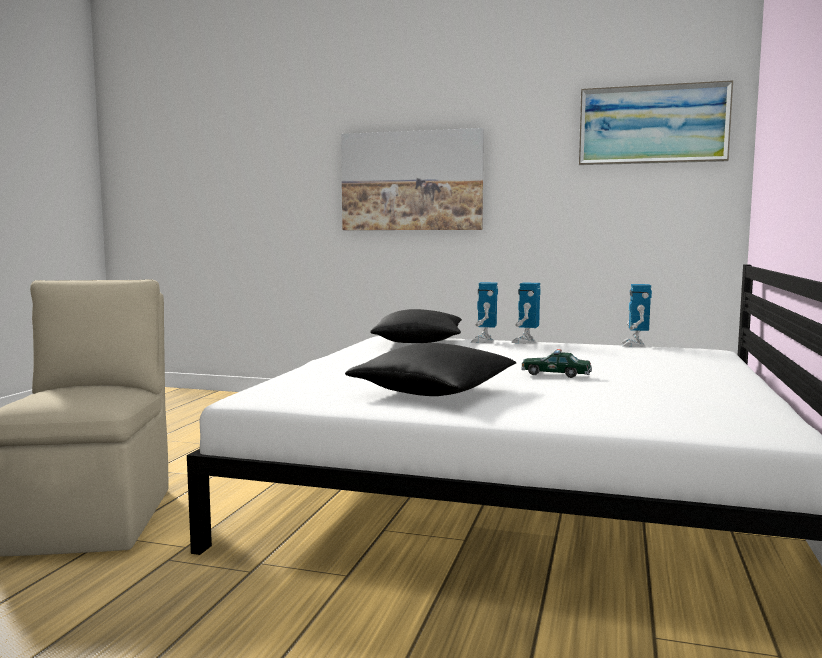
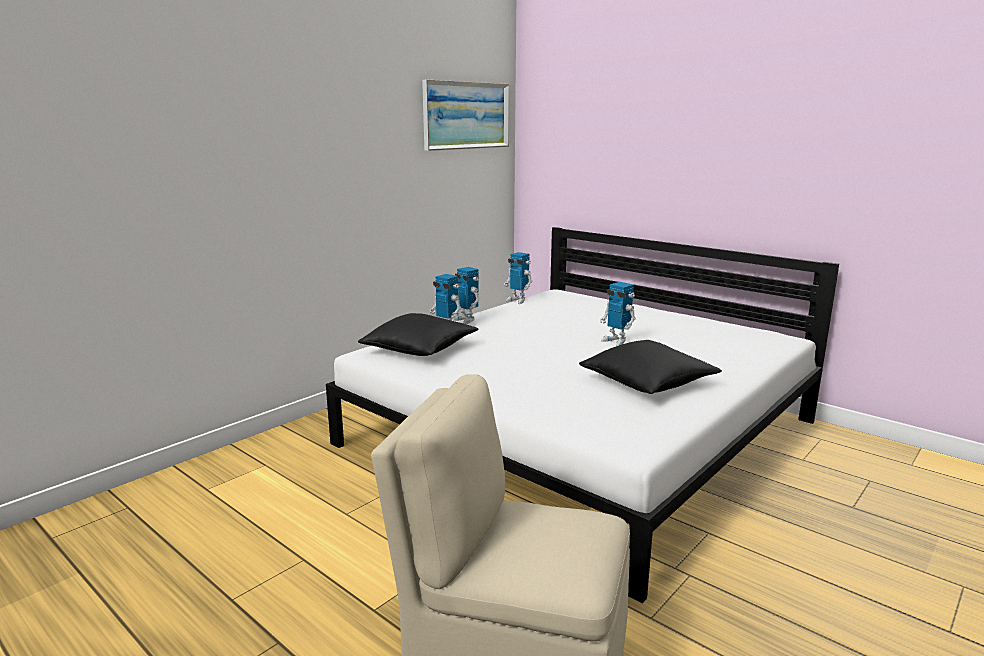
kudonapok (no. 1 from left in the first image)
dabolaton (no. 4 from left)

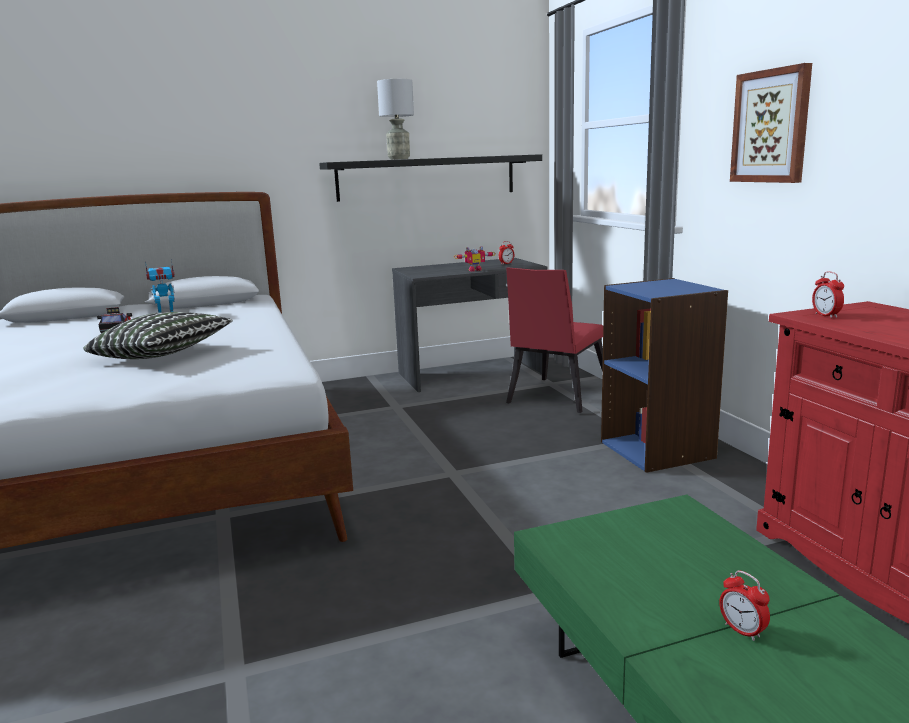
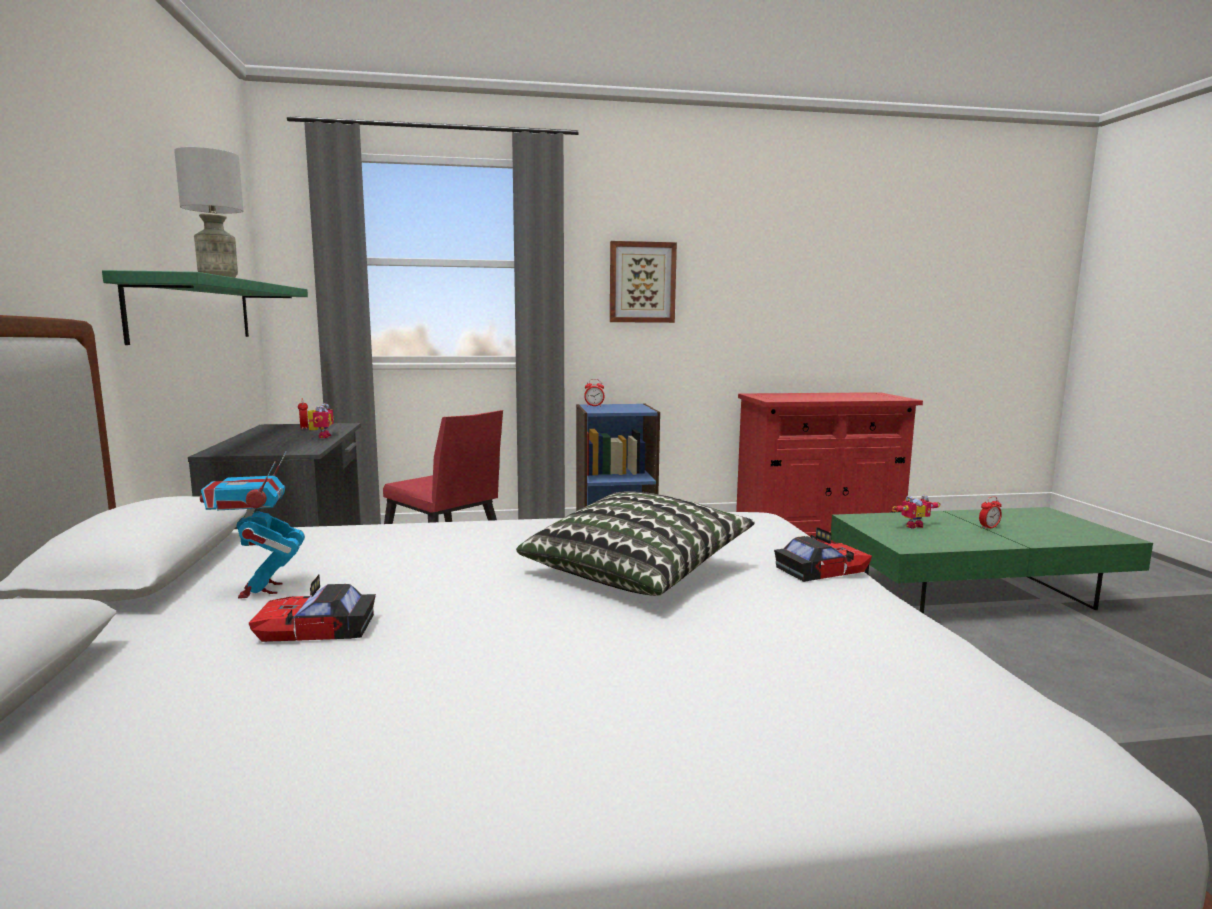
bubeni (no. 2 from left)
dabolaton (no. 3 from left)
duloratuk (no. 2 from left)
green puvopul

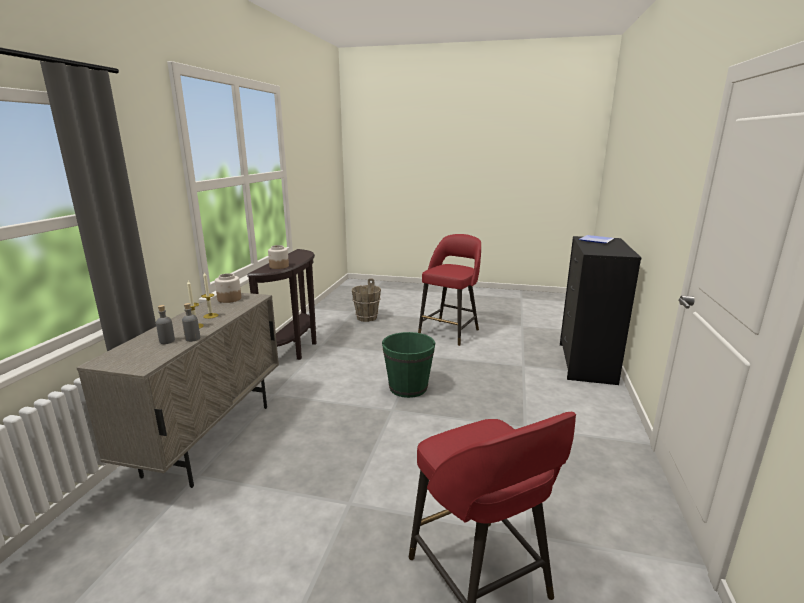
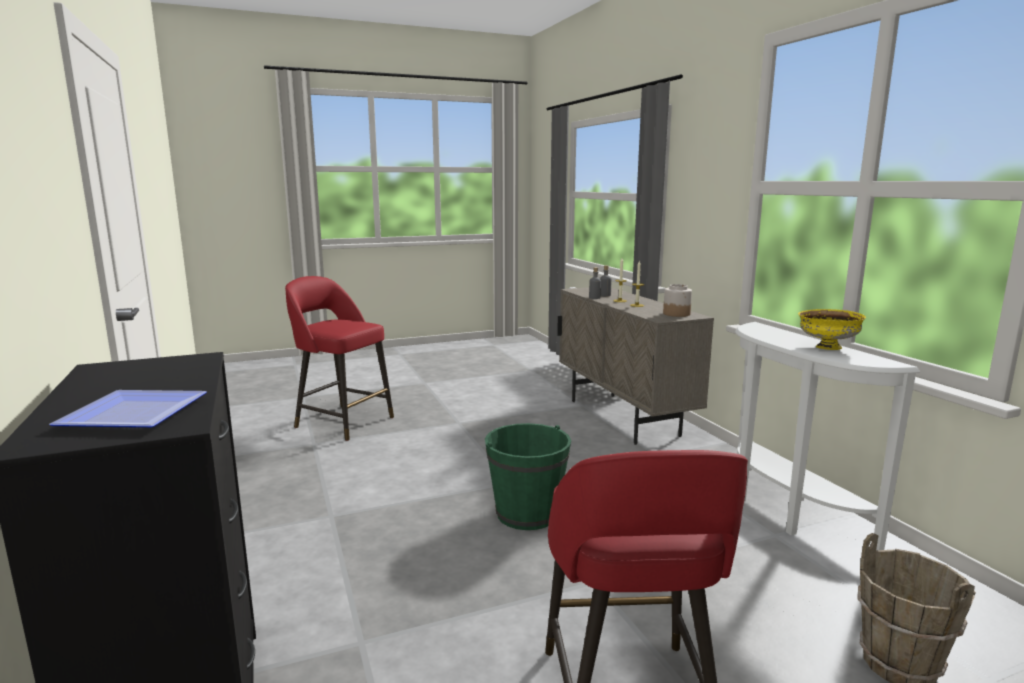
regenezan (no. 2 from left in the first image)
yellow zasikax
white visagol

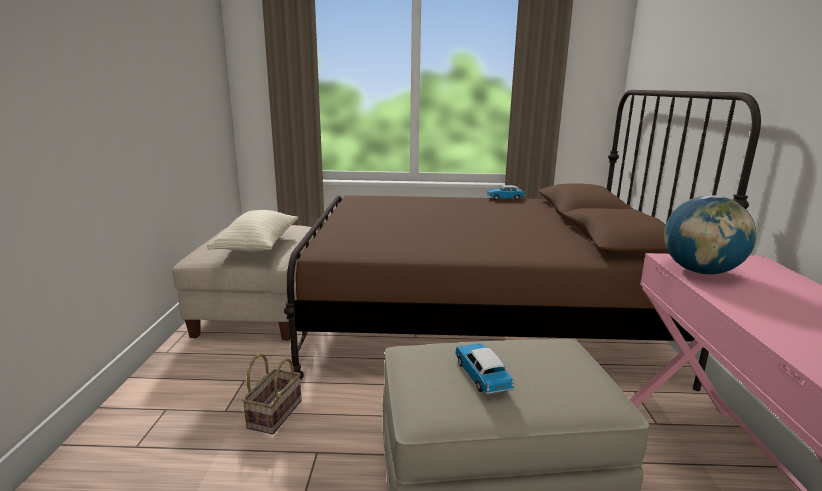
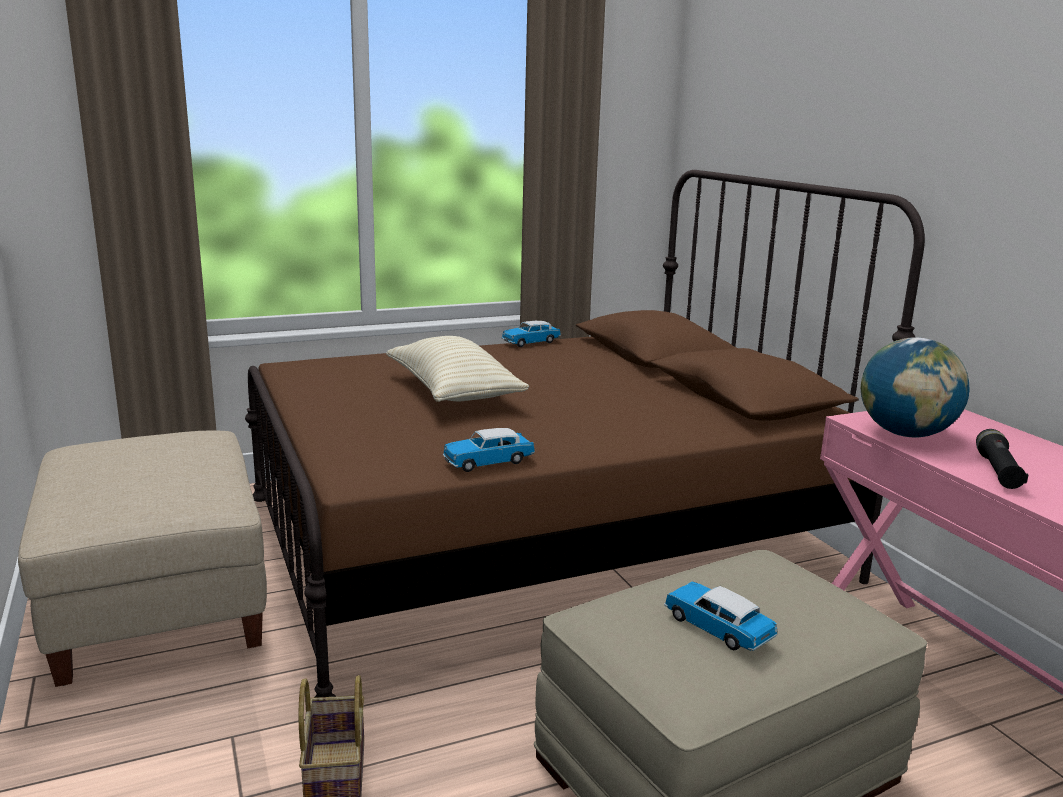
bubeni (no. 1 from left)
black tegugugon
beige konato

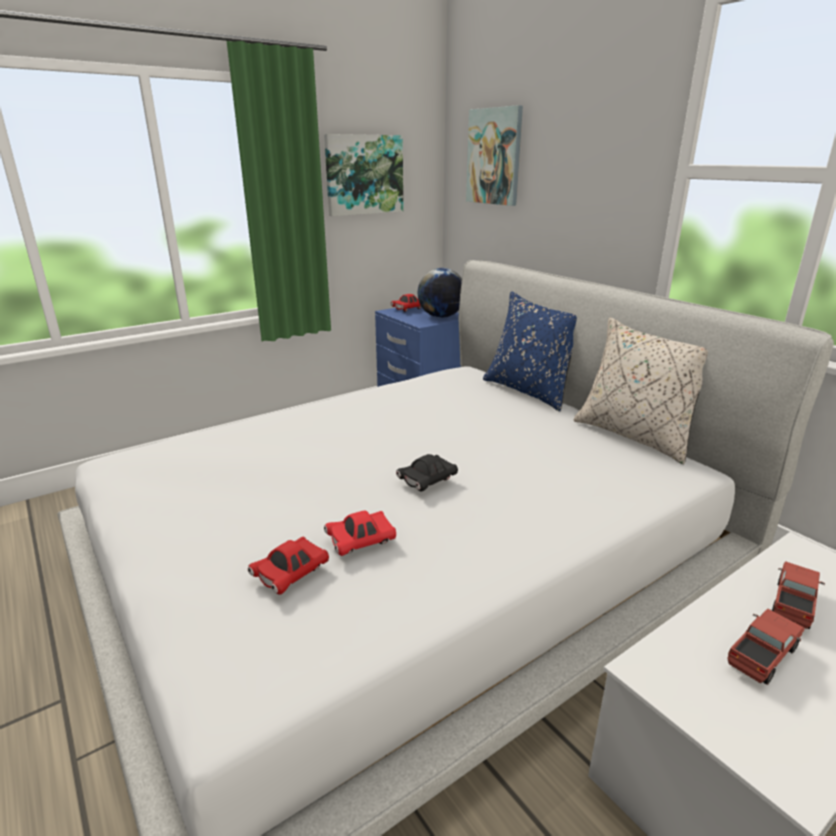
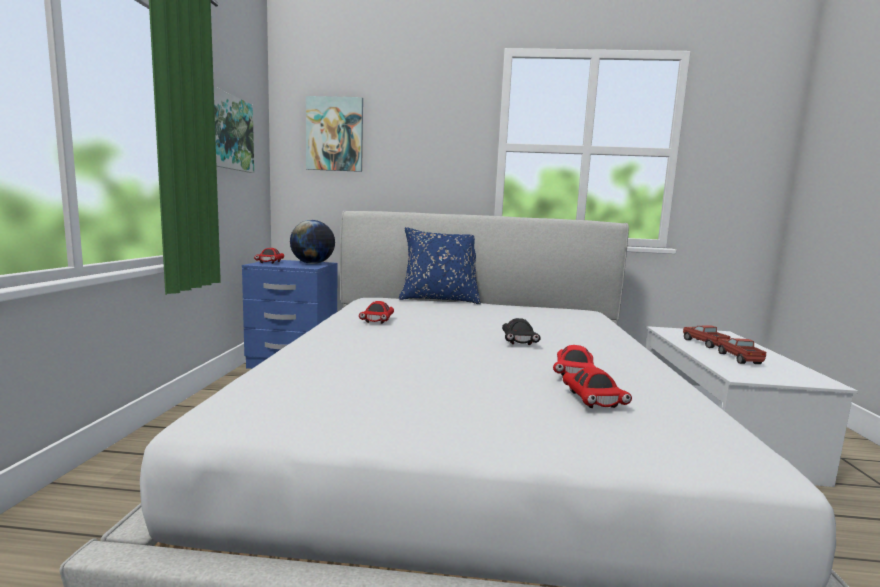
beige konato
red bubeni (no. 2 from left)

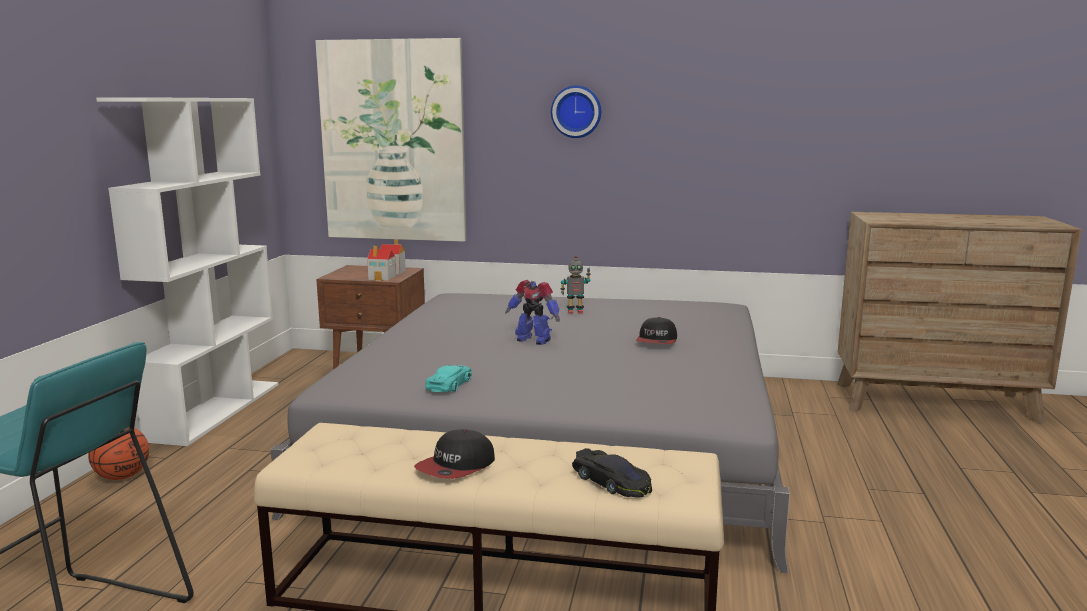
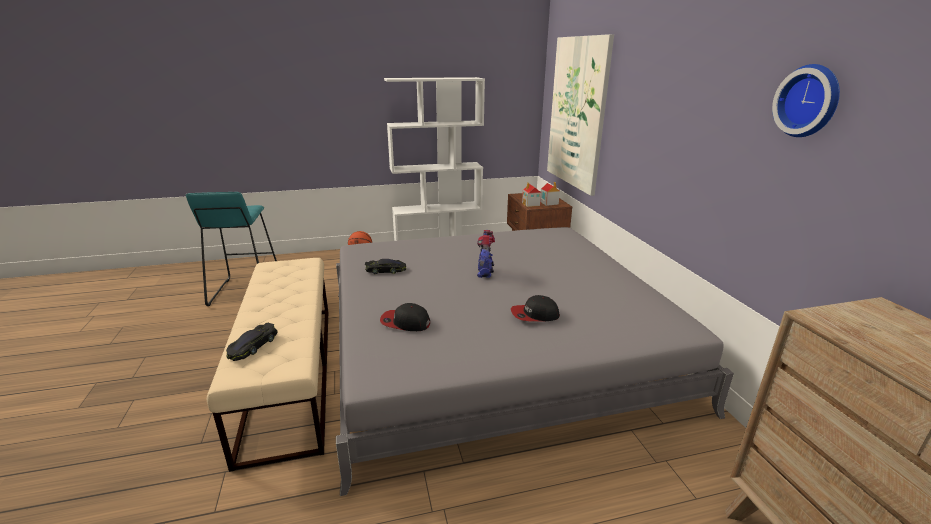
dabolaton (no. 2 from left in the first image)
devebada (no. 1 from left)
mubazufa
black bubeni (no. 2 from left)

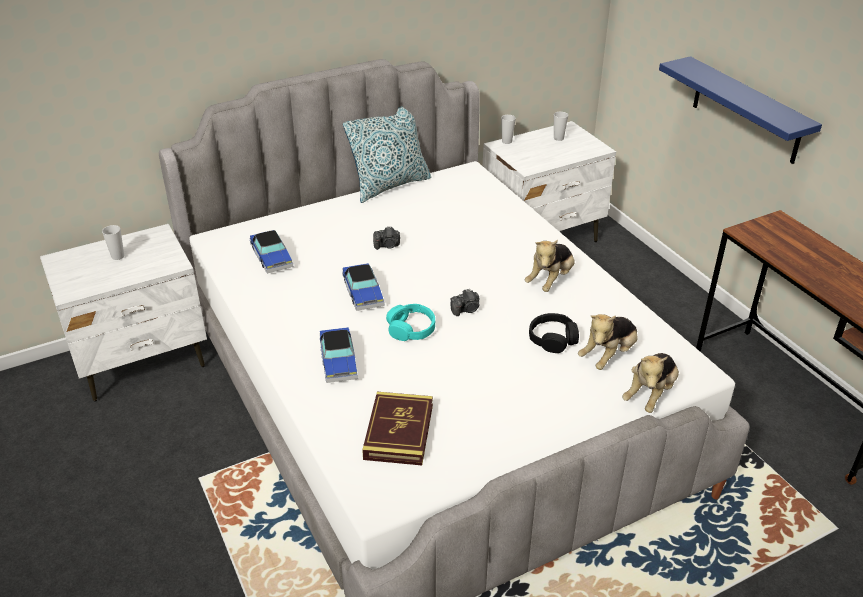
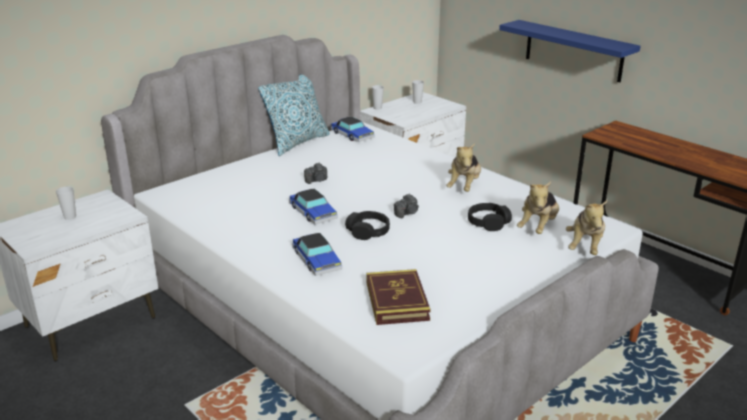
bubeni (no. 3 from left)
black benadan (no. 1 from left)

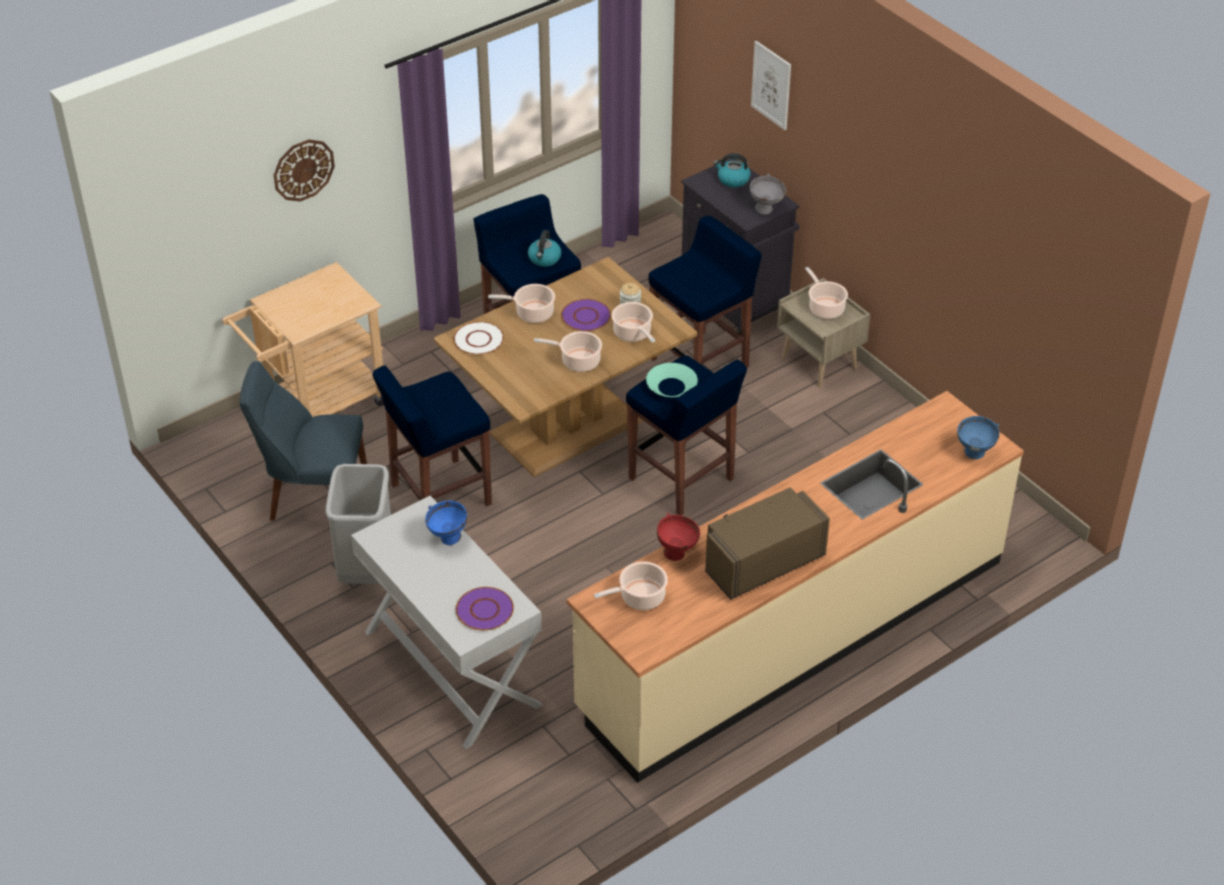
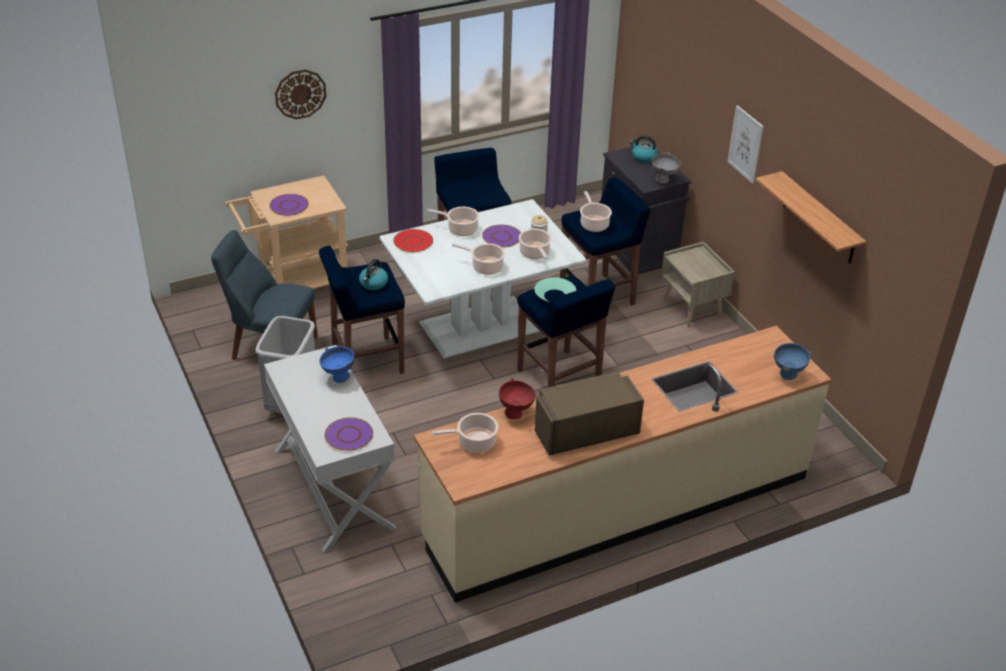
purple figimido (no. 1 from left)
puvopul
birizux (no. 1 from left)
kudonapok
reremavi (no. 5 from left)
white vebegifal
red figimido

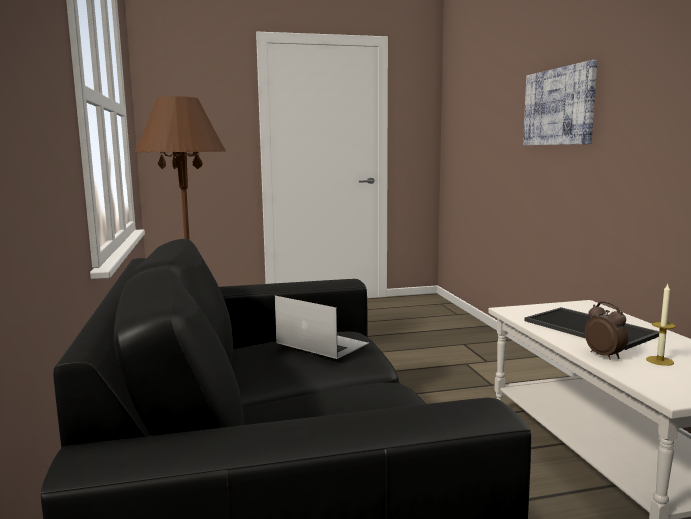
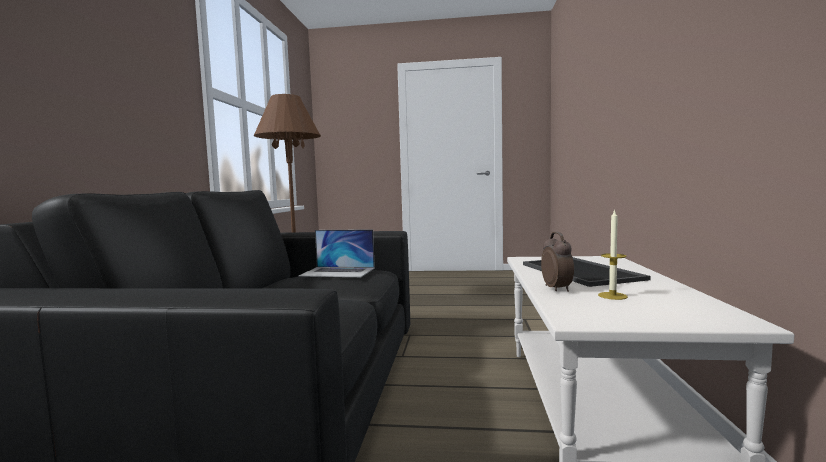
kudonapok
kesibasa

